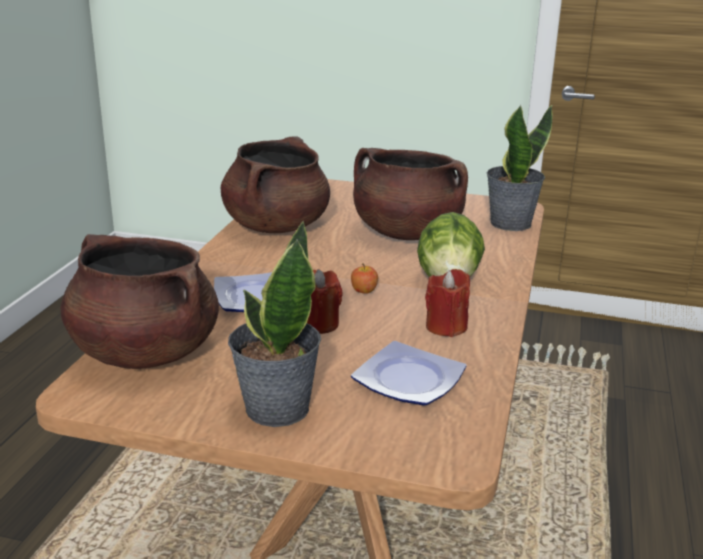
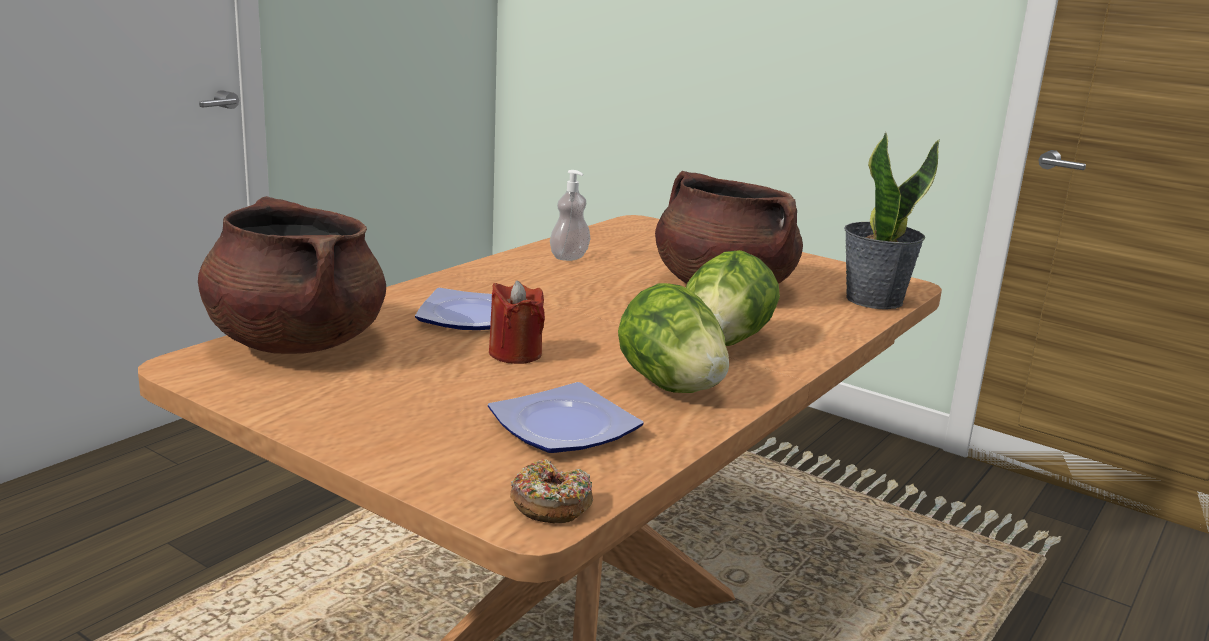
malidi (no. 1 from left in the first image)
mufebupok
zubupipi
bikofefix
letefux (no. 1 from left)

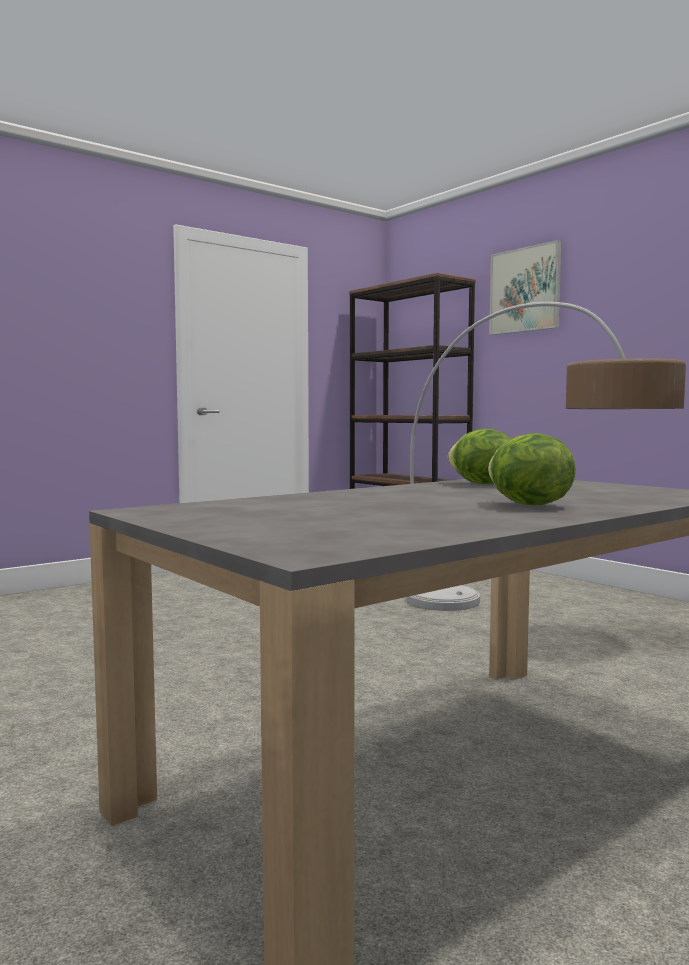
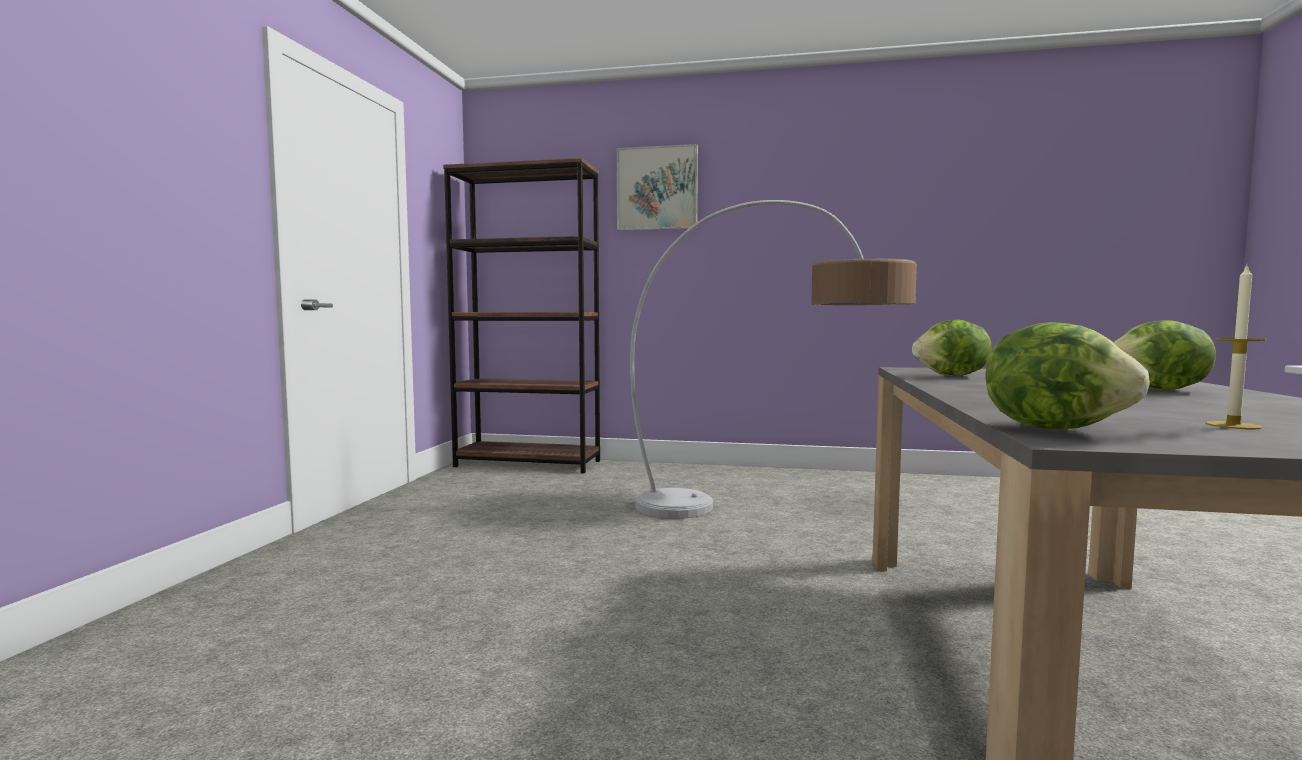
letefux (no. 2 from left)
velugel

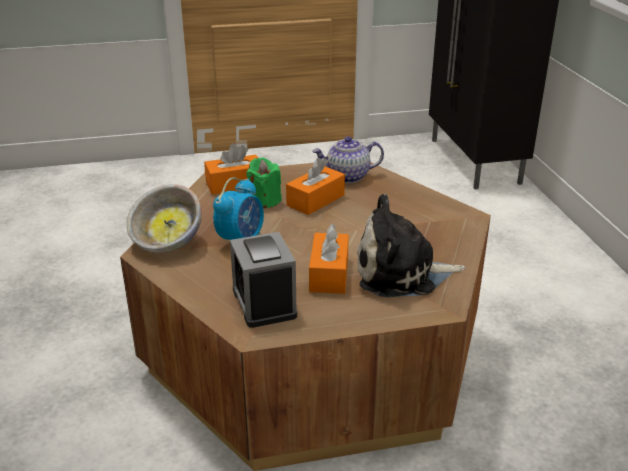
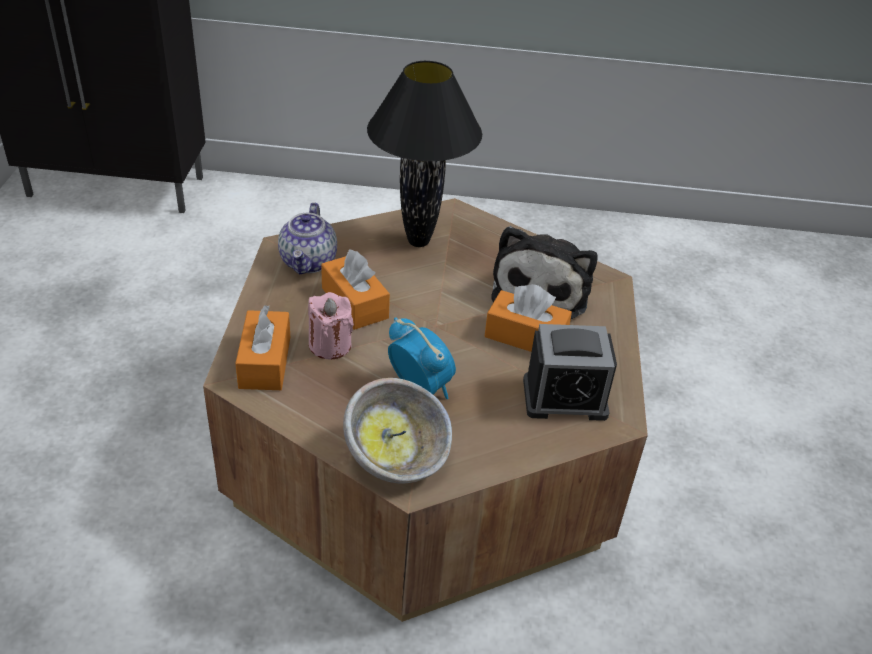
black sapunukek
pink velugel

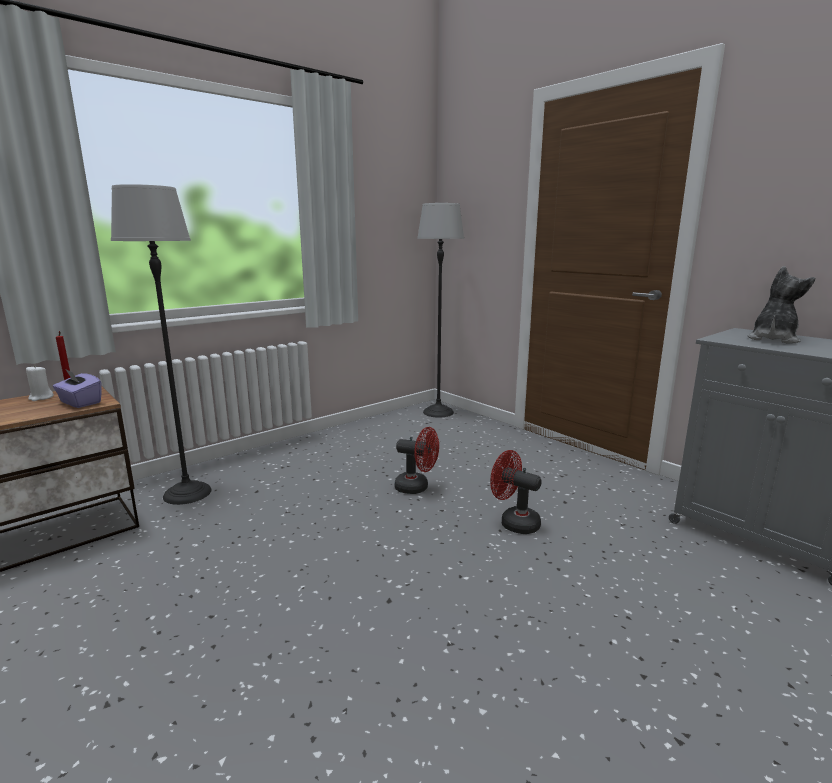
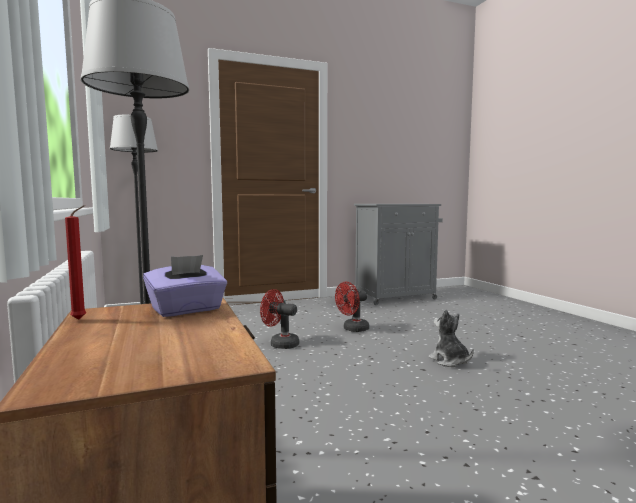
white velugel
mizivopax
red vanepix (no. 1 from left)

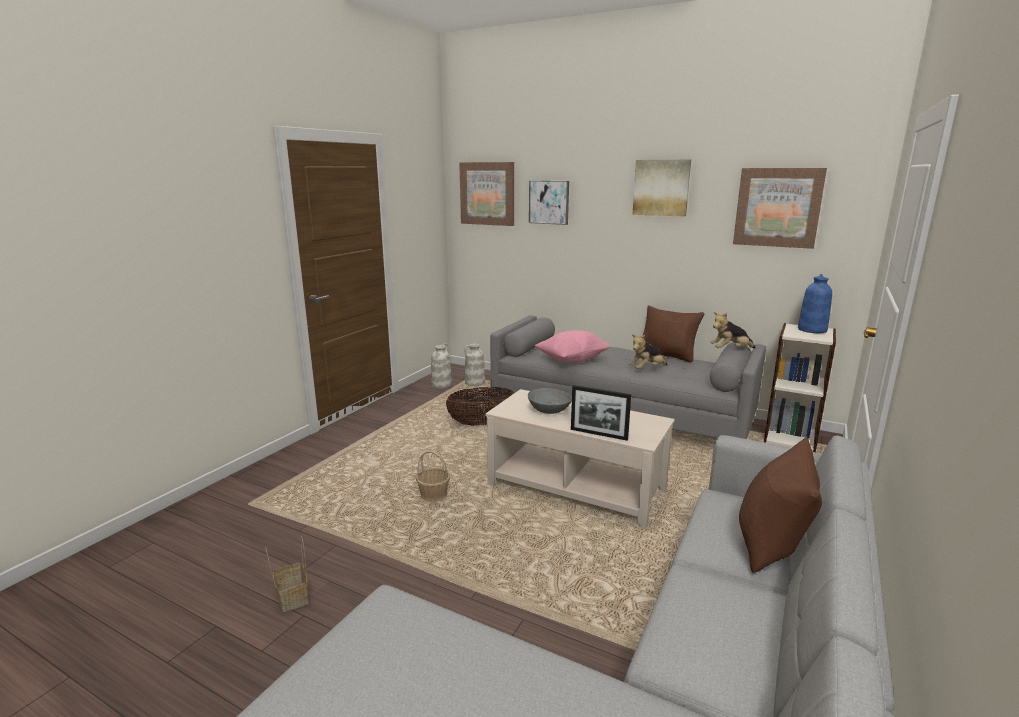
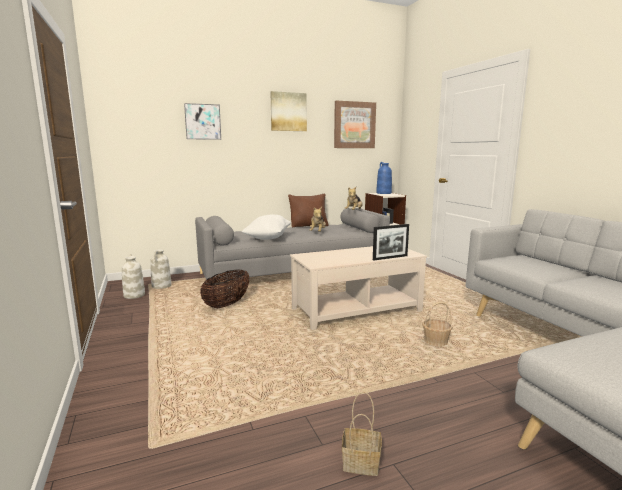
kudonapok (no. 1 from left in the first image)
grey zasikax
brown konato (no. 2 from left in the first image)
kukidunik (no. 3 from left)
white konato

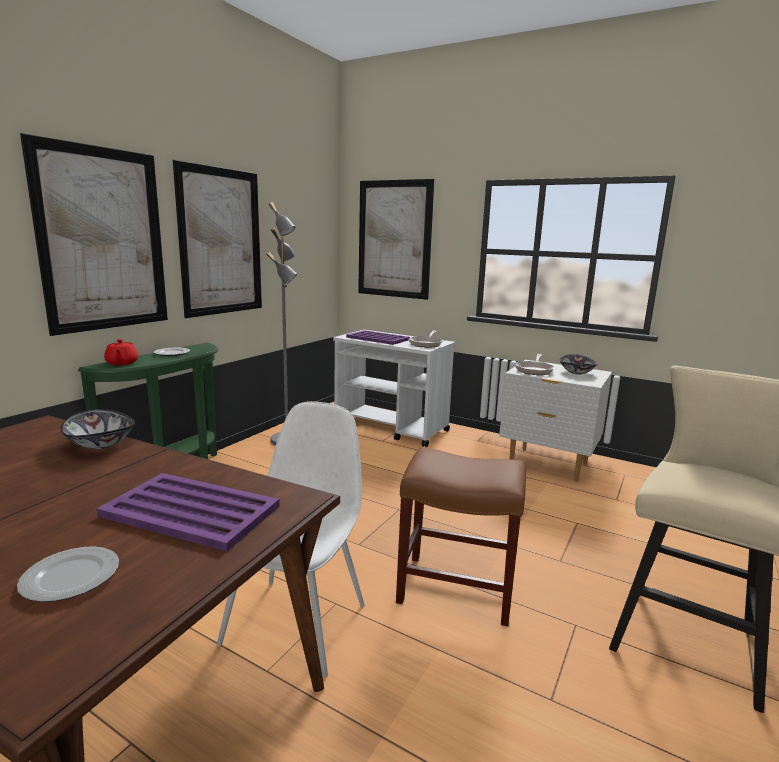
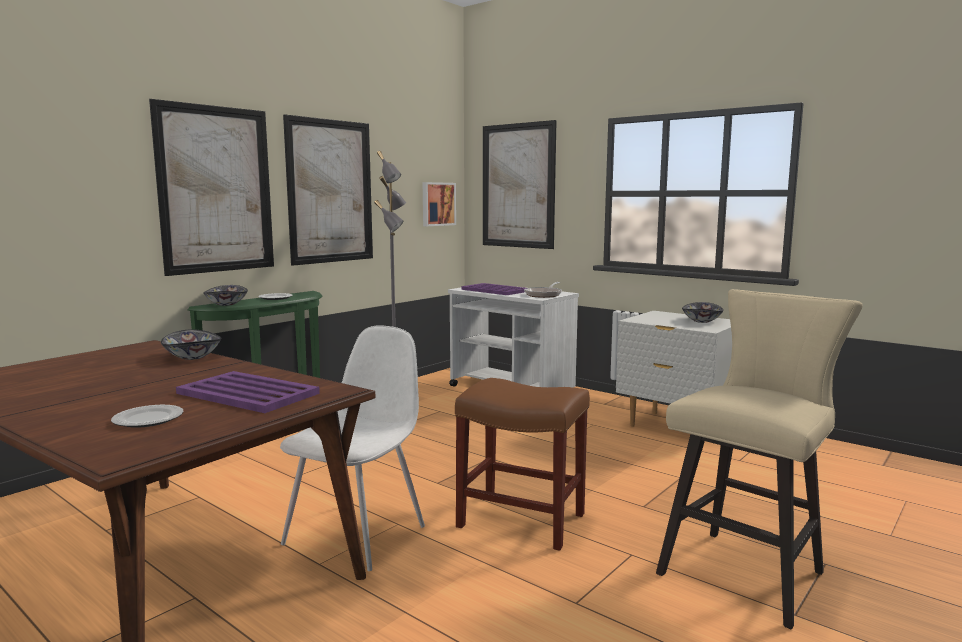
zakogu (no. 2 from left in the first image)
kudonapok (no. 3 from left)
zasikax (no. 2 from left)

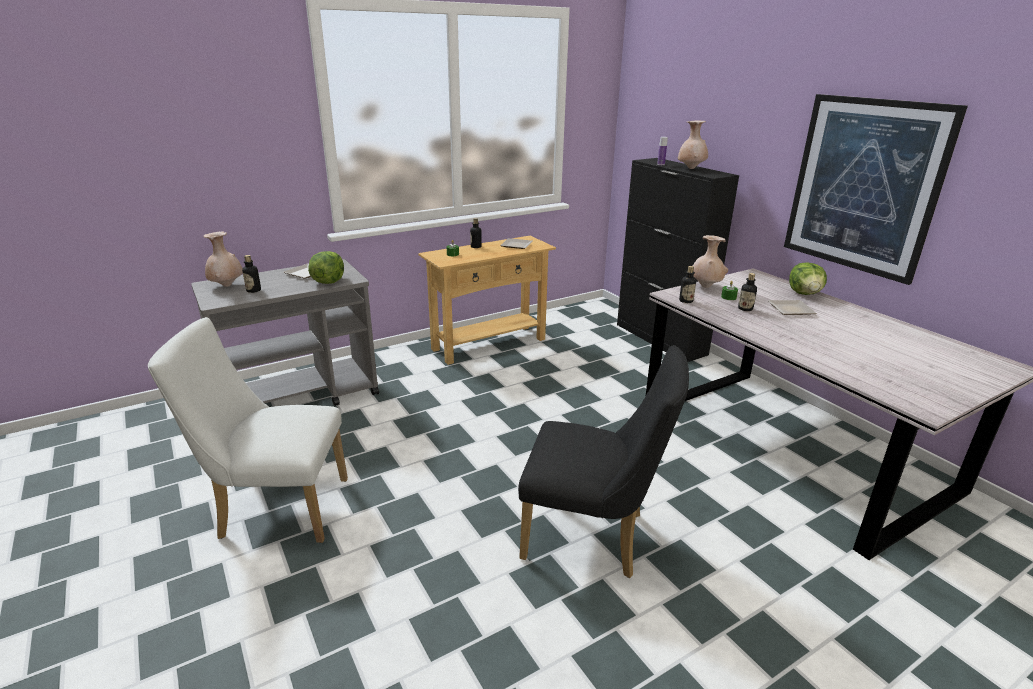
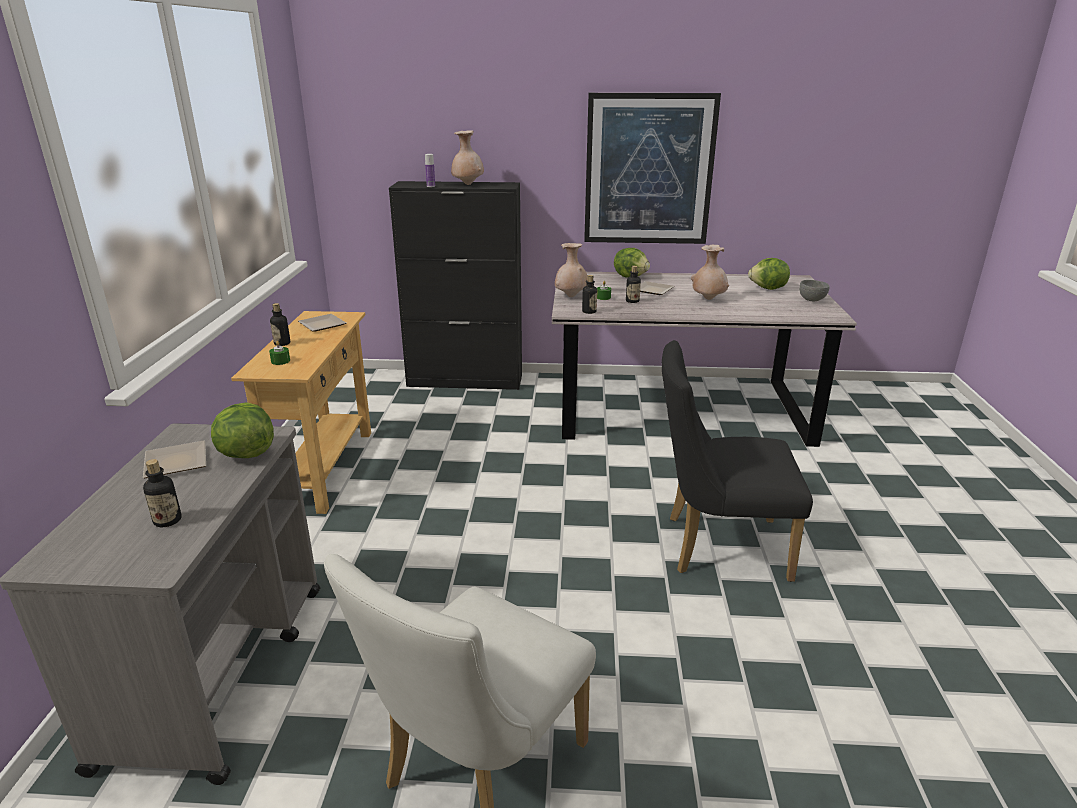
letefux (no. 3 from left)
grey zasikax
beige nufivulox (no. 3 from left)
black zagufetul

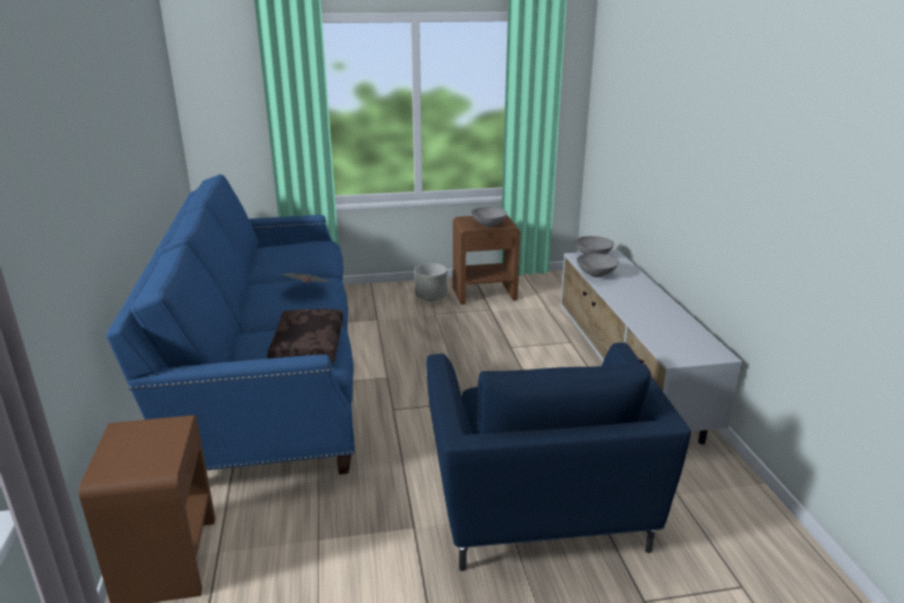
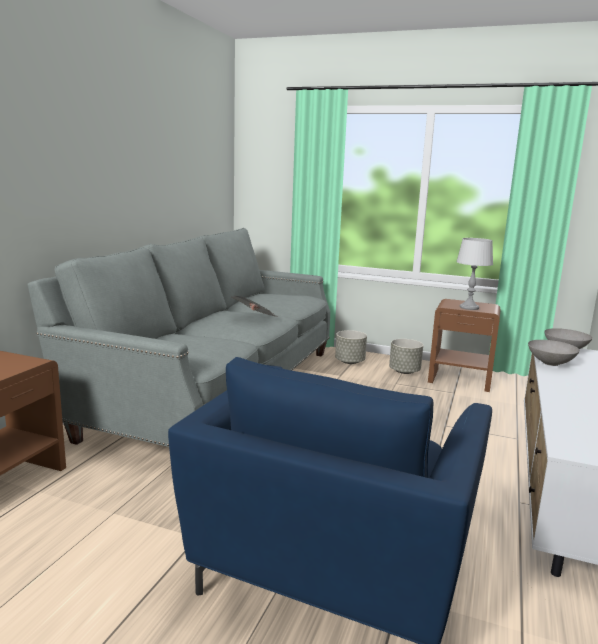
brown konato
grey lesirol (no. 1 from left)
grey sapunukek
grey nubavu

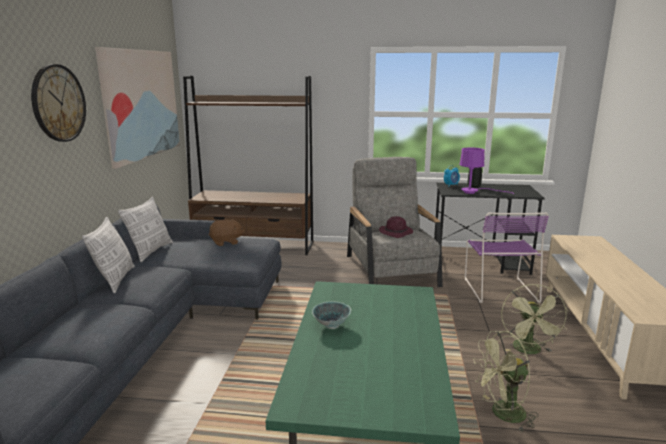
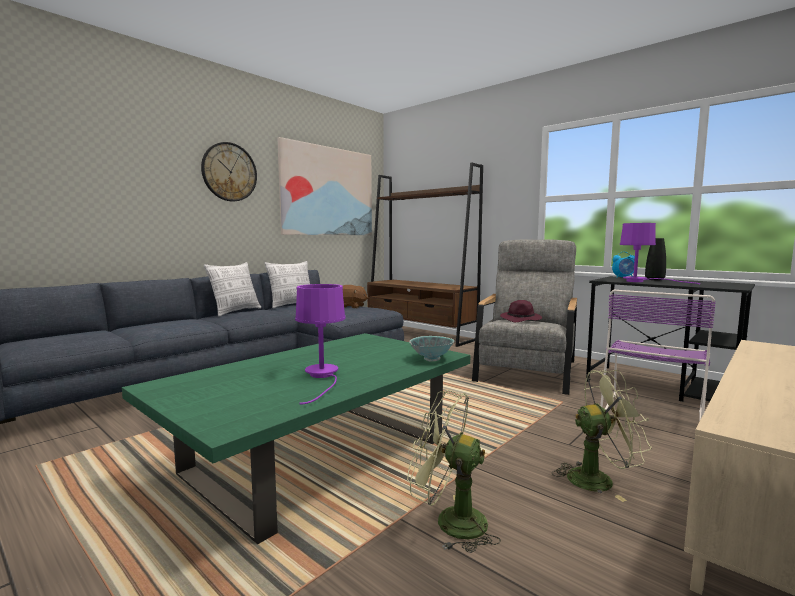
purple sapunukek (no. 1 from left)
zasikax
green vanepix (no. 2 from left)

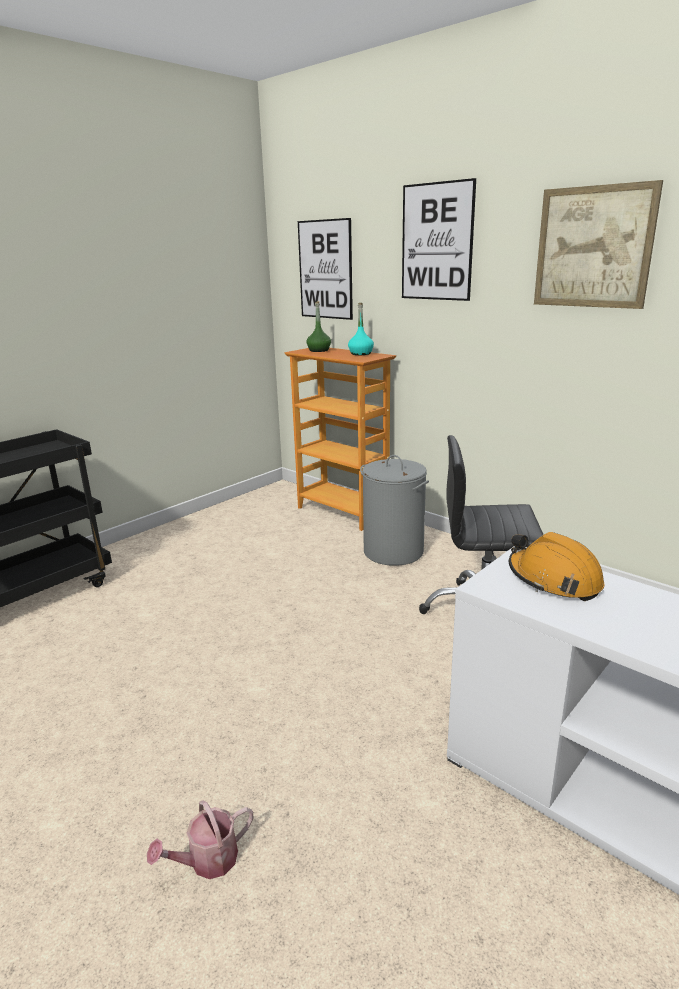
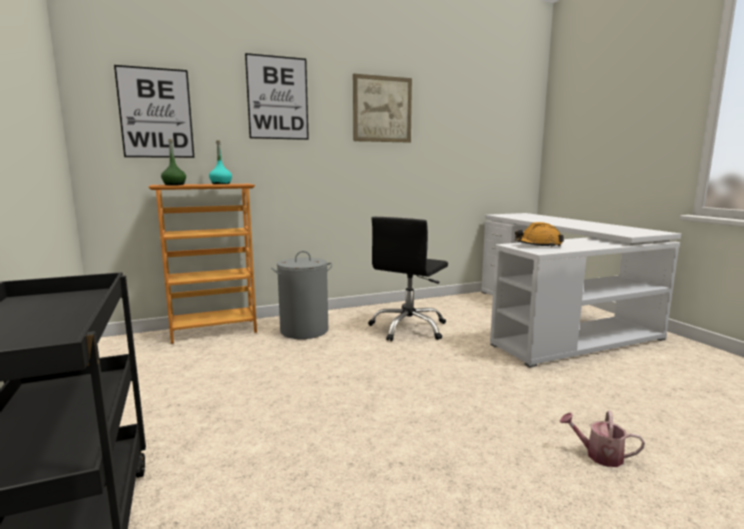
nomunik

